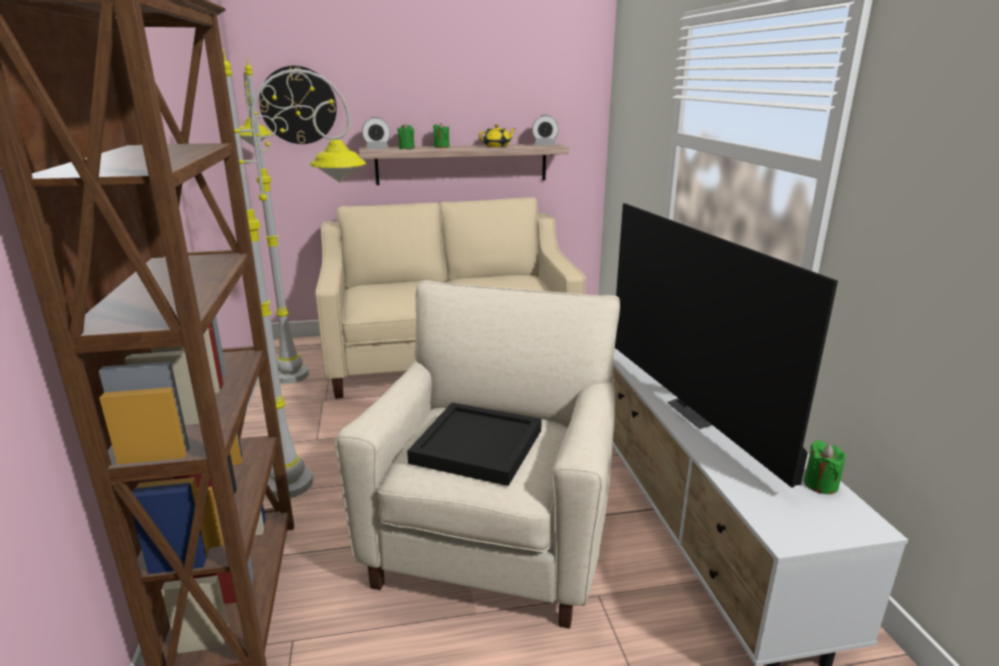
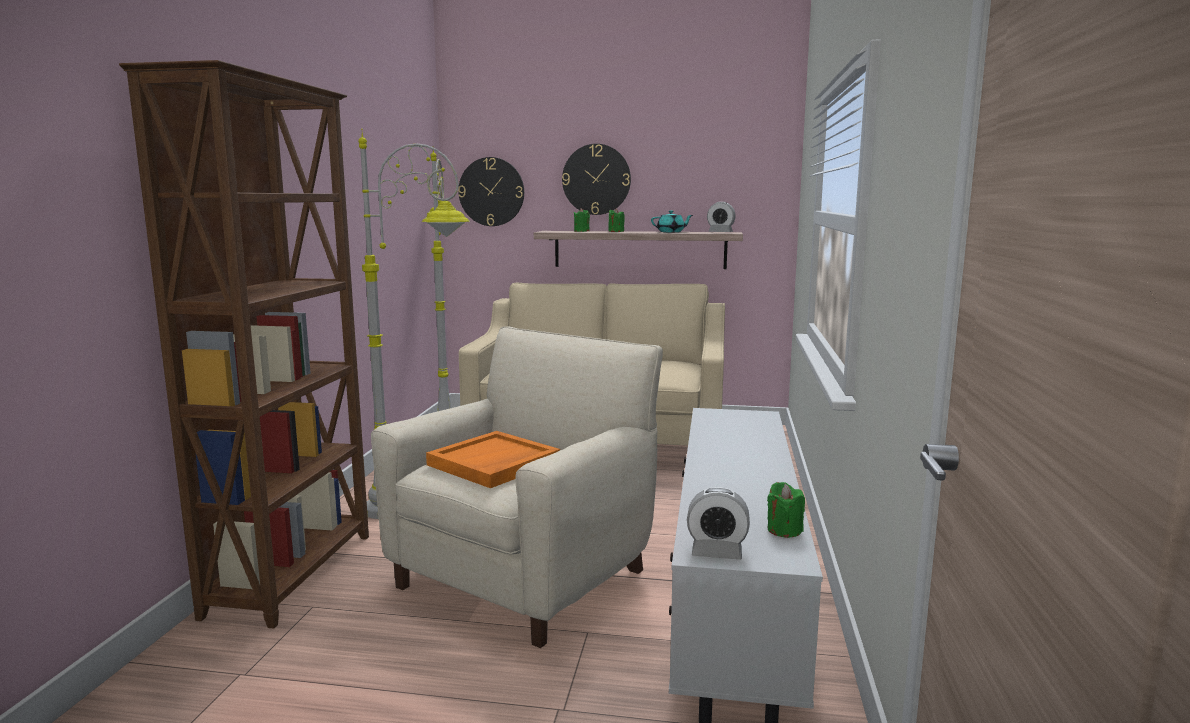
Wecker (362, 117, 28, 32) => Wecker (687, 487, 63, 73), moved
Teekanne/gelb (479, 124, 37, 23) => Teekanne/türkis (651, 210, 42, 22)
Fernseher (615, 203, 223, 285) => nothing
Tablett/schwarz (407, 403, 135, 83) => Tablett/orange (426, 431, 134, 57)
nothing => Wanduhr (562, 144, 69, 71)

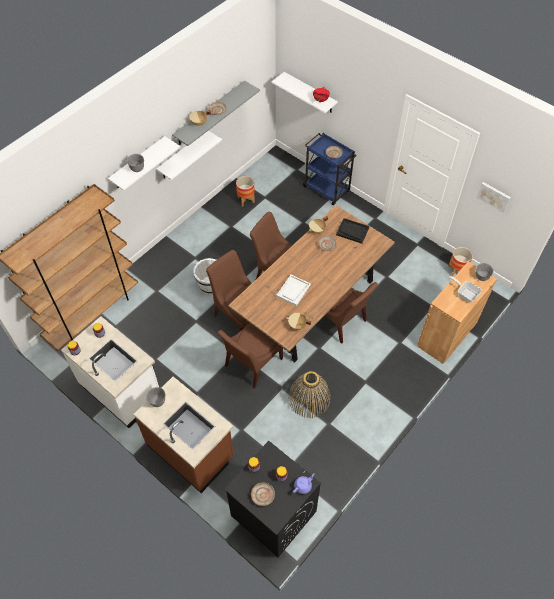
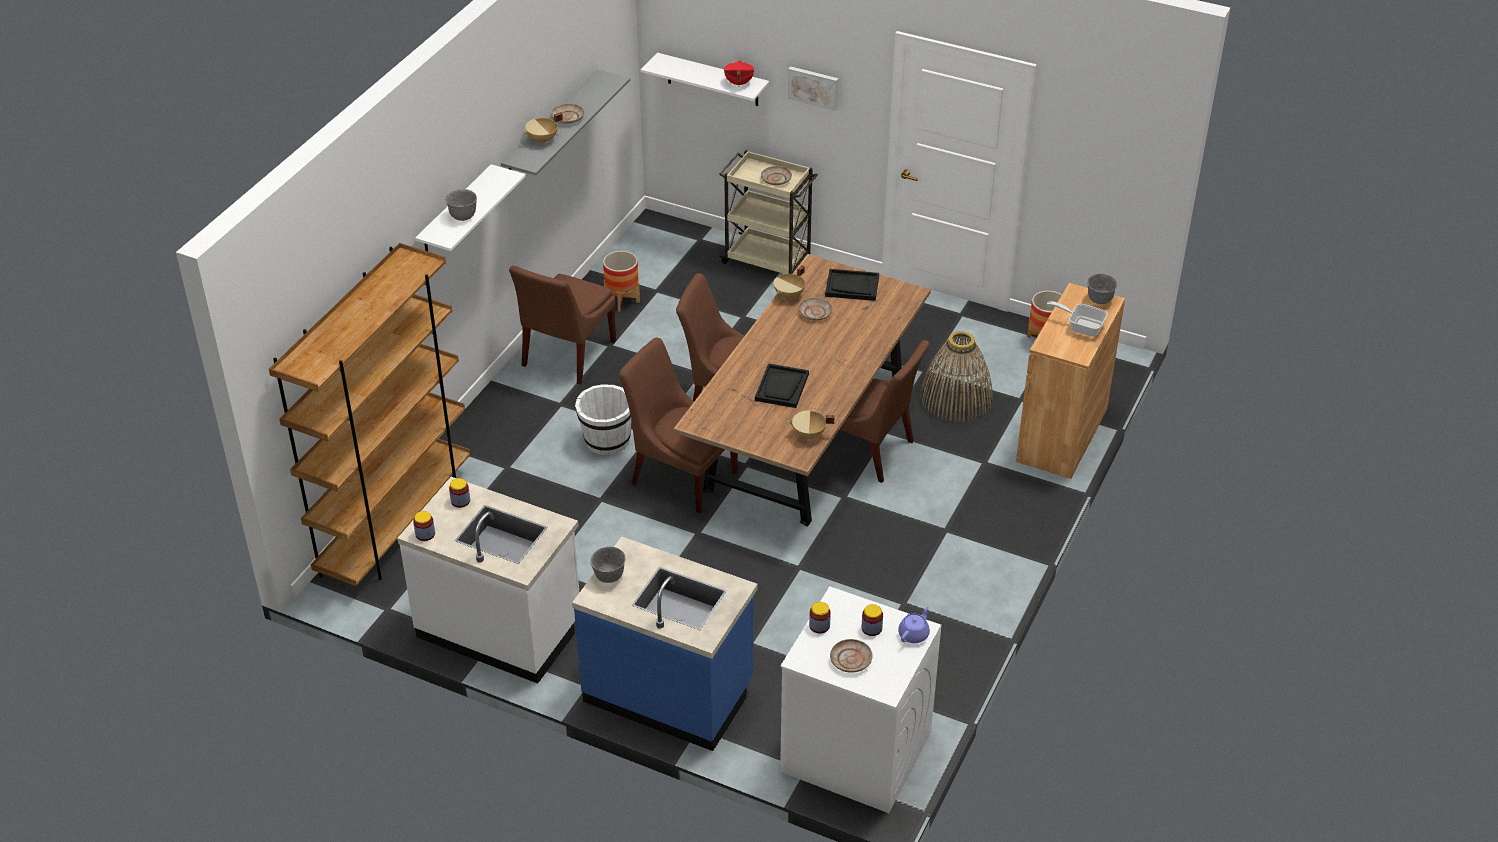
Wandregal/weiß (156, 131, 66, 49) => nothing
Rollwagen/blau (302, 133, 55, 72) => Rollwagen/beige (719, 150, 99, 124)
Bild (477, 182, 34, 31) => Bild (788, 66, 50, 45), moved
Tablett/weiß (276, 275, 35, 31) => Tablett/schwarz (755, 363, 54, 45)
Stuhl/braun (217, 323, 66, 66) => Stuhl/braun (509, 266, 107, 118), moved
Korb (288, 371, 43, 47) => Korb (920, 331, 73, 91), moved
Küchenzeile/braun (133, 376, 101, 117) => Küchenzeile/blau (572, 537, 186, 214)
Waschmaschine/schwarz (224, 441, 97, 116) => Waschmaschine/weiß (780, 587, 161, 226)

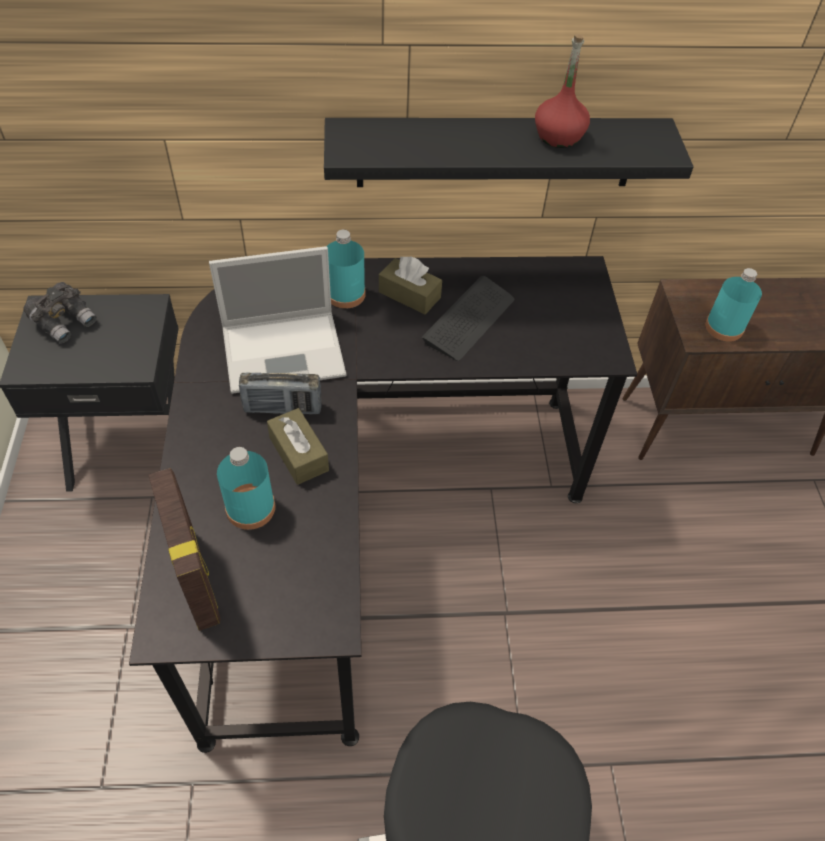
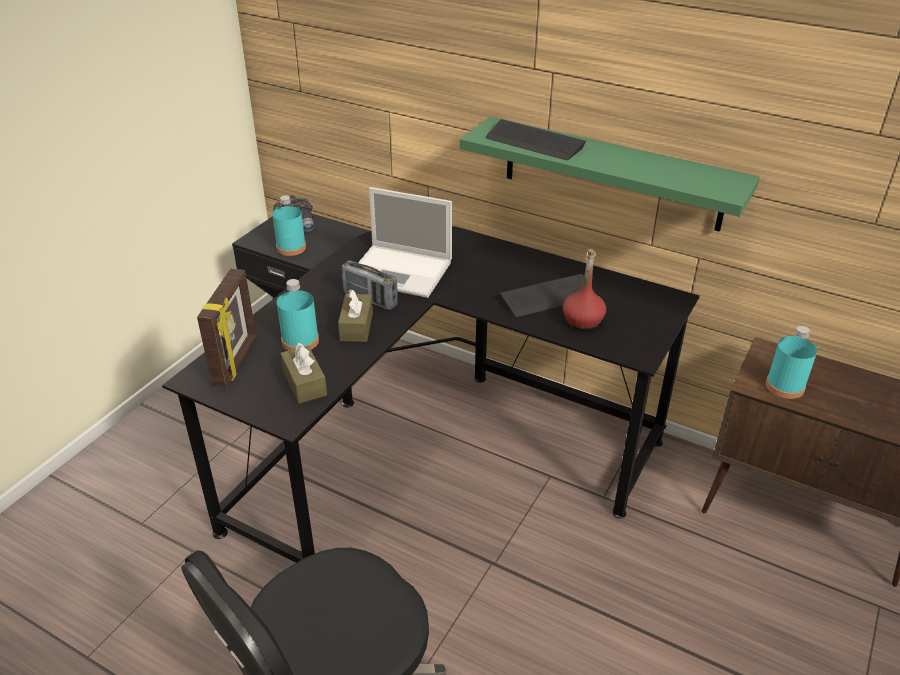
Flasche/rot (535, 34, 55, 114) => Flasche/rot (563, 249, 43, 81), moved
Wandregal/schwarz (324, 118, 370, 69) => Wandregal/grün (460, 117, 300, 115)
Flasche/türkis (327, 230, 38, 79) => Flasche/türkis (272, 195, 34, 61), moved
Taschentuchbox/braun (379, 257, 63, 57) => Taschentuchbox/braun (280, 343, 47, 60), moved
nothing => Tastatur (486, 119, 100, 41)

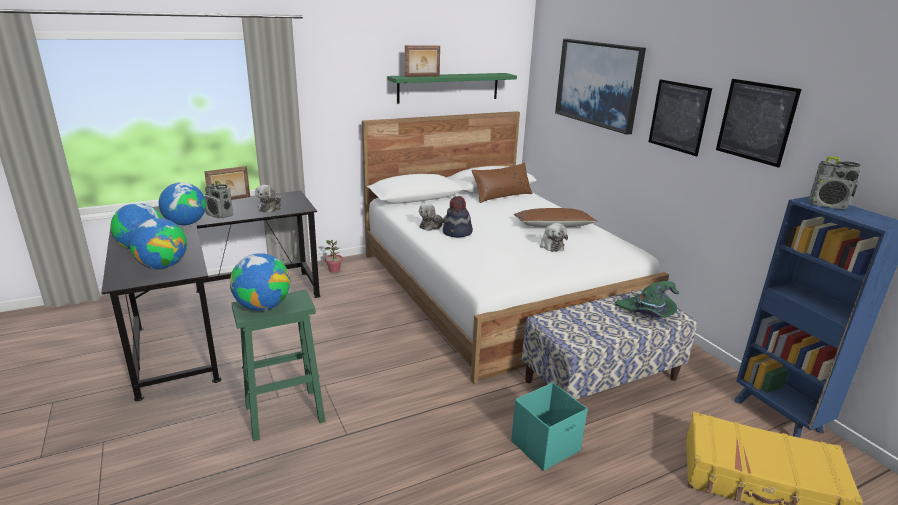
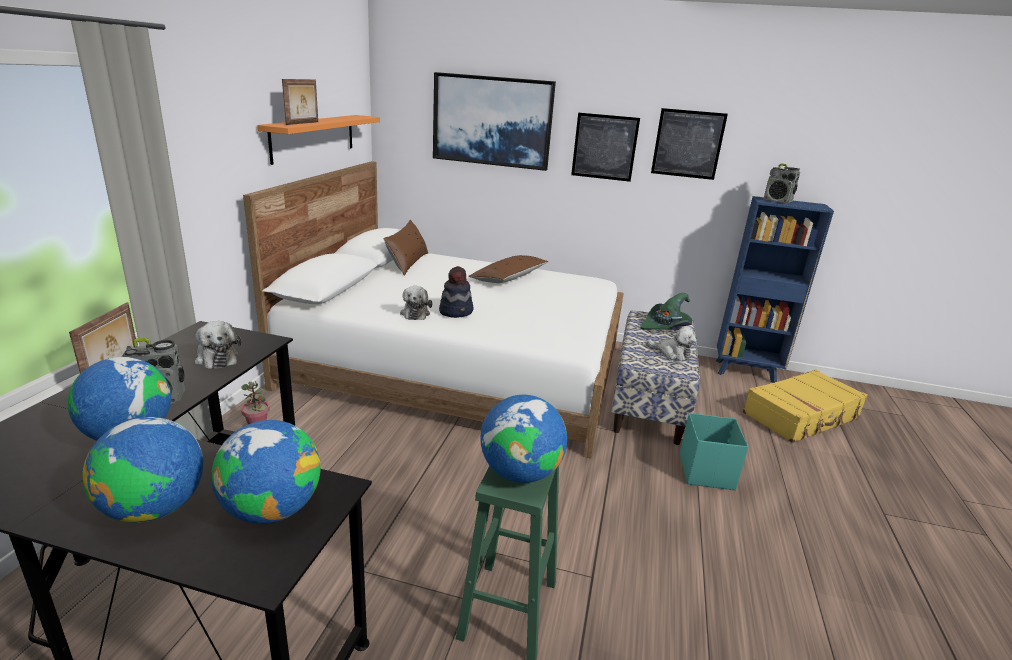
Wandregal/grün (387, 73, 130, 31) => Wandregal/orange (257, 115, 123, 50)
Radio (809, 156, 52, 54) => Radio (764, 163, 36, 41), 60 degrees clockwise
Plüschtier (540, 223, 28, 29) => Plüschtier (647, 326, 50, 35), moved

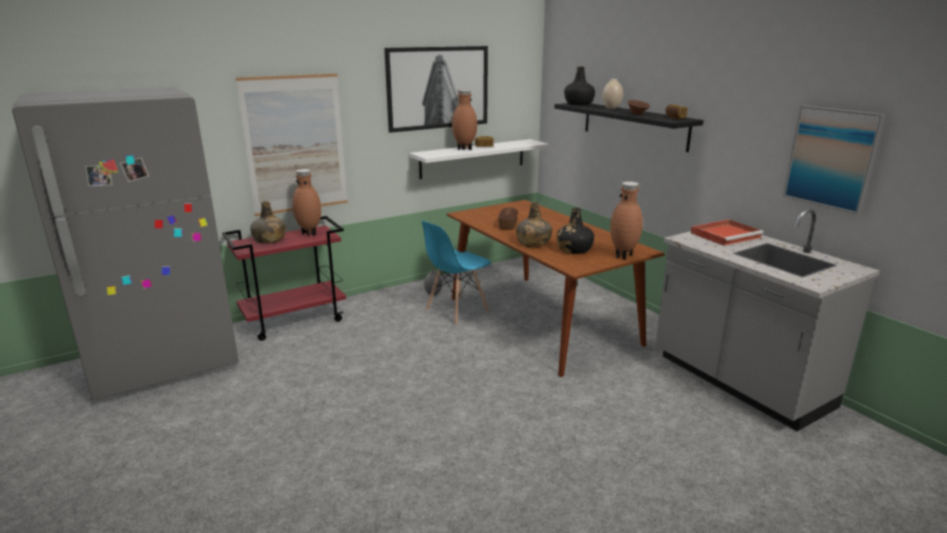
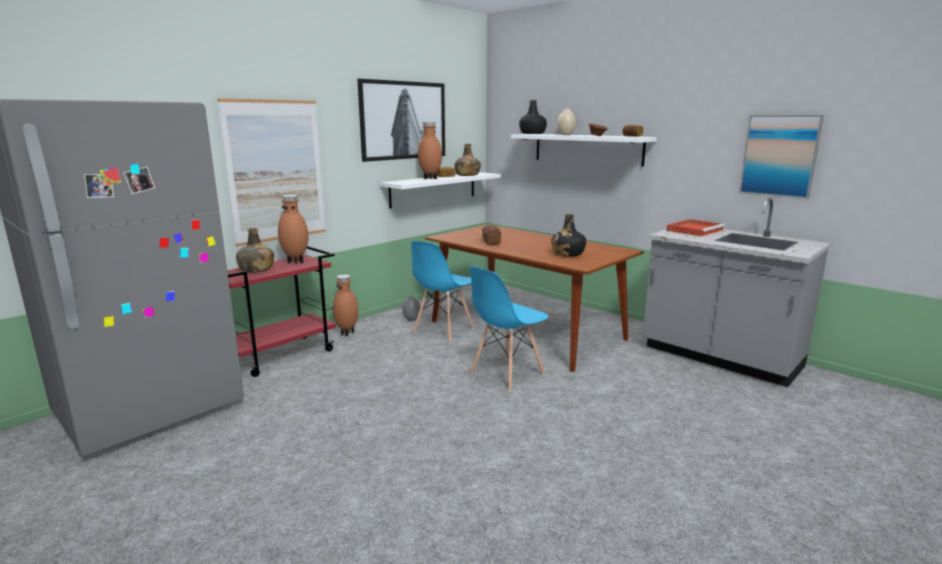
Wandregal/schwarz (554, 103, 149, 49) => Wandregal/weiß (511, 134, 146, 33)
Vase/braun (610, 181, 33, 79) => Vase/braun (333, 274, 25, 62), moved
Flasche/grün (516, 202, 36, 45) => Flasche/grün (455, 144, 26, 32), moved
nothing => Stuhl/blau (470, 266, 79, 126)

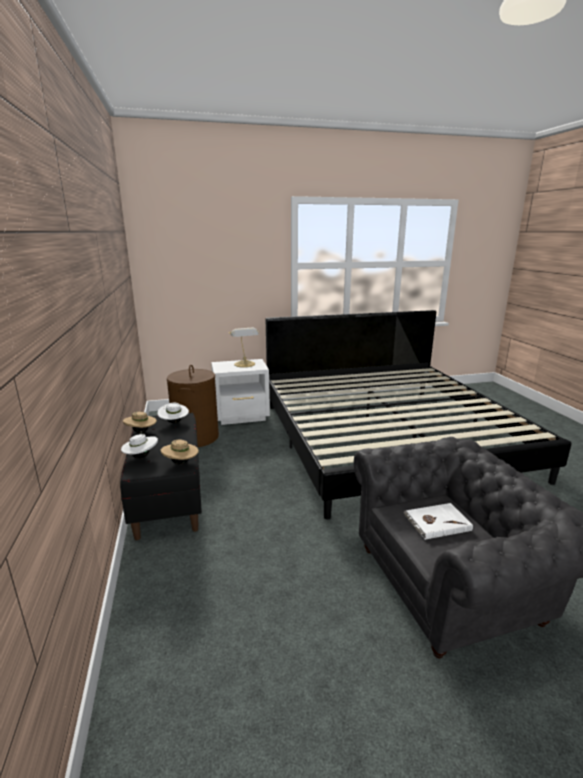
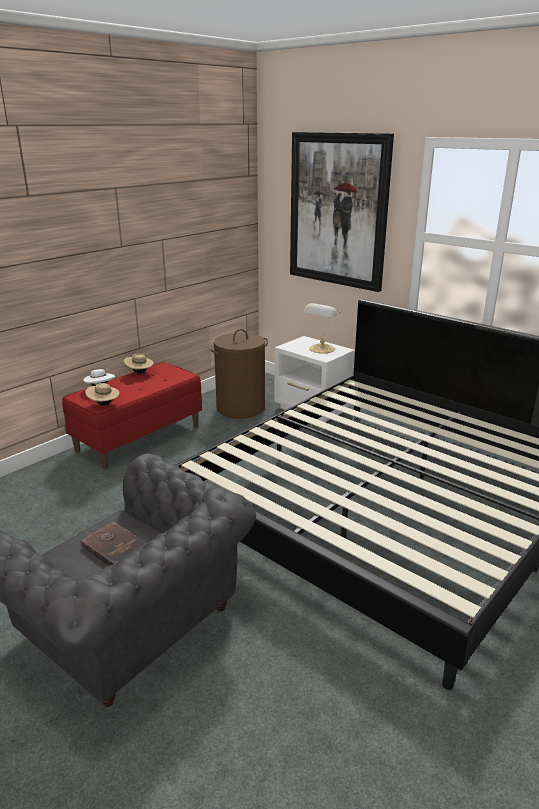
Hut/weiß (158, 403, 31, 20) => nothing
Bank/schwarz (120, 413, 82, 127) => Bank/rot (62, 362, 140, 107)
Buch/weiß (403, 503, 70, 37) => Buch/braun (81, 522, 66, 44)
nothing => Bild (290, 132, 104, 160)

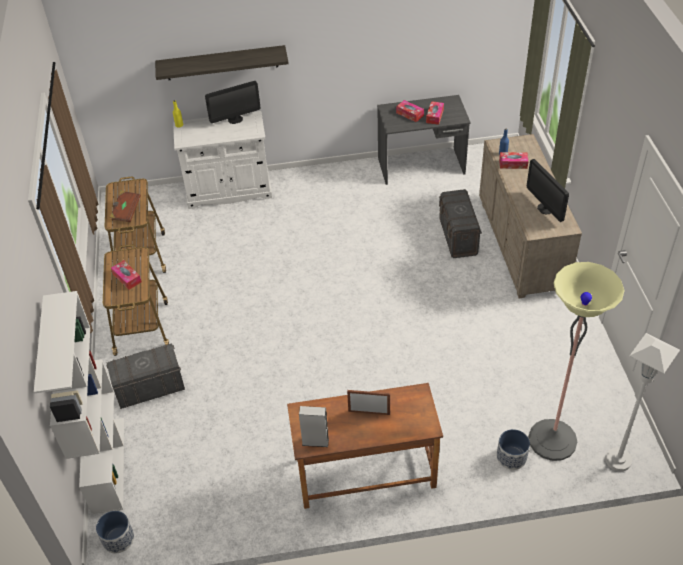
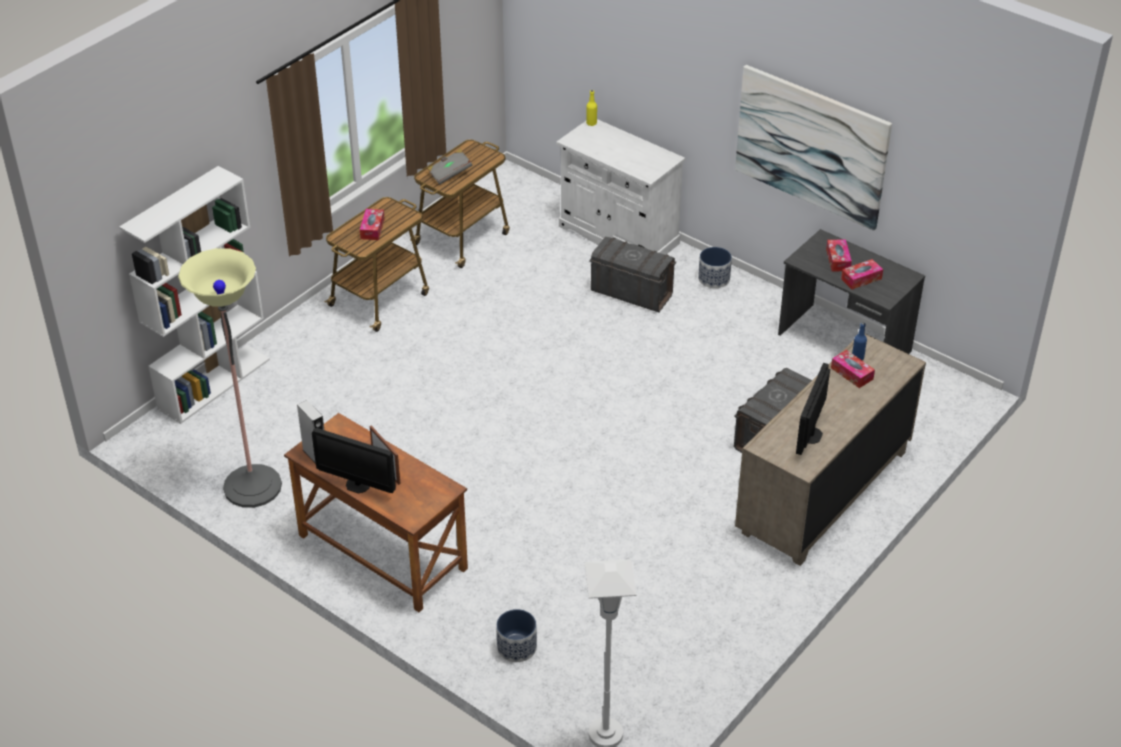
Wandregal (155, 45, 134, 35) => nothing
Monitor (205, 81, 55, 43) => Monitor (312, 428, 84, 65), moved
Buch/braun (110, 191, 31, 31) => Buch/grau (427, 149, 45, 36)
Stehlampe (528, 262, 97, 199) => Stehlampe (178, 248, 104, 260), moved
Aufbewahrungsbox/grau (106, 343, 79, 66) => Aufbewahrungsbox/grau (589, 236, 87, 76), moved
Pflanzkübel (96, 511, 38, 42) => Pflanzkübel (698, 247, 34, 41), moved
nothing => Bild (735, 65, 157, 166)

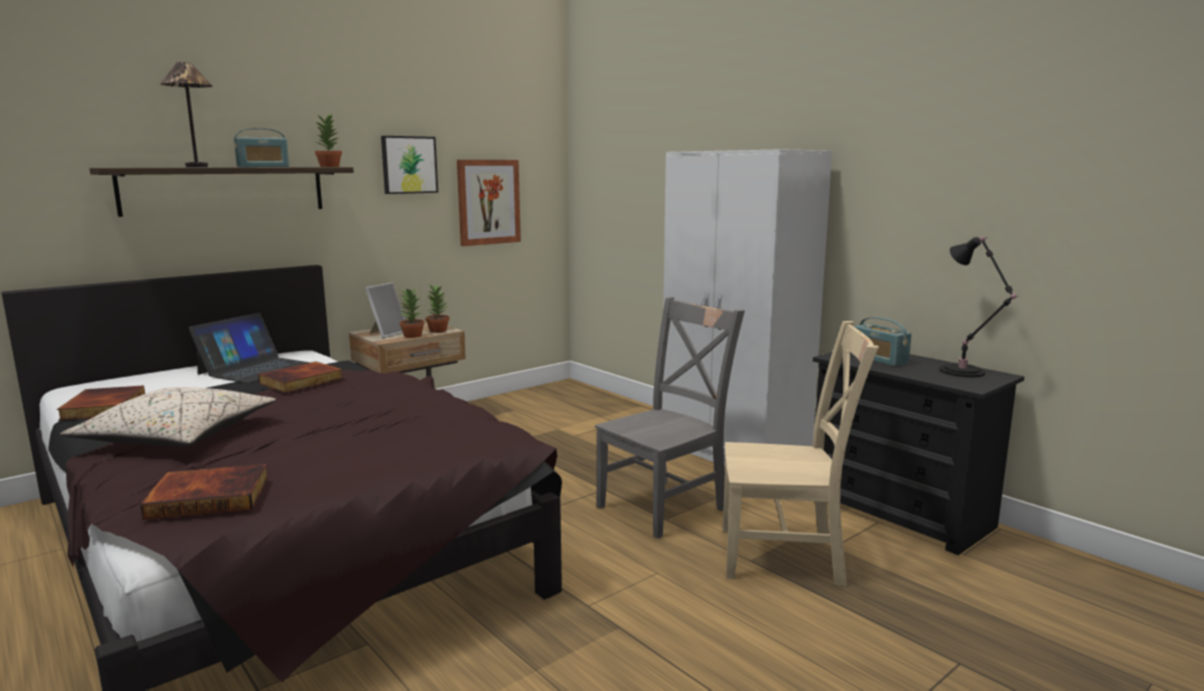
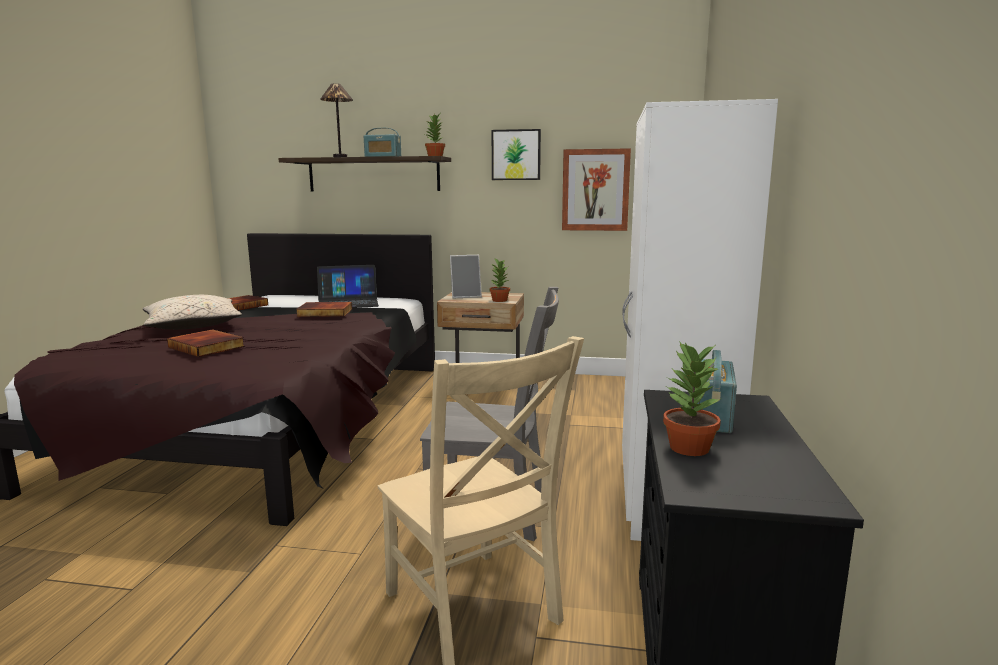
Tischlampe/schwarz (940, 236, 80, 141) => nothing
Topfpflanze (400, 288, 24, 50) => Topfpflanze (663, 341, 58, 115), moved
Buch (140, 464, 128, 56) => Buch (167, 329, 78, 28), moved

